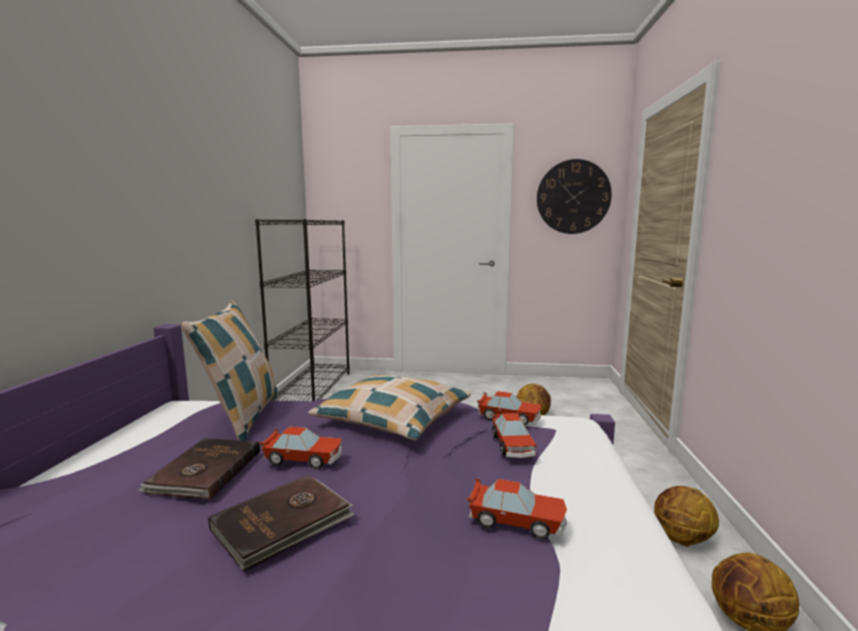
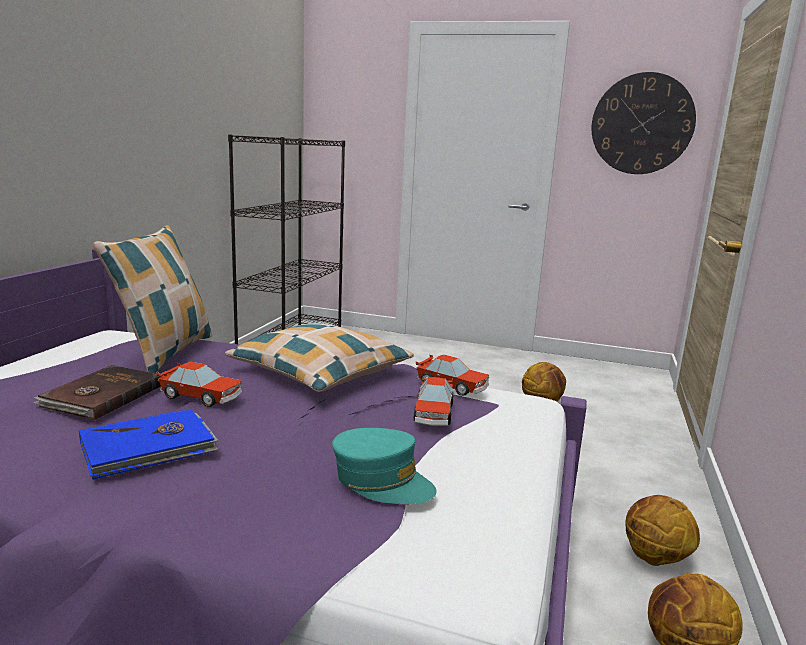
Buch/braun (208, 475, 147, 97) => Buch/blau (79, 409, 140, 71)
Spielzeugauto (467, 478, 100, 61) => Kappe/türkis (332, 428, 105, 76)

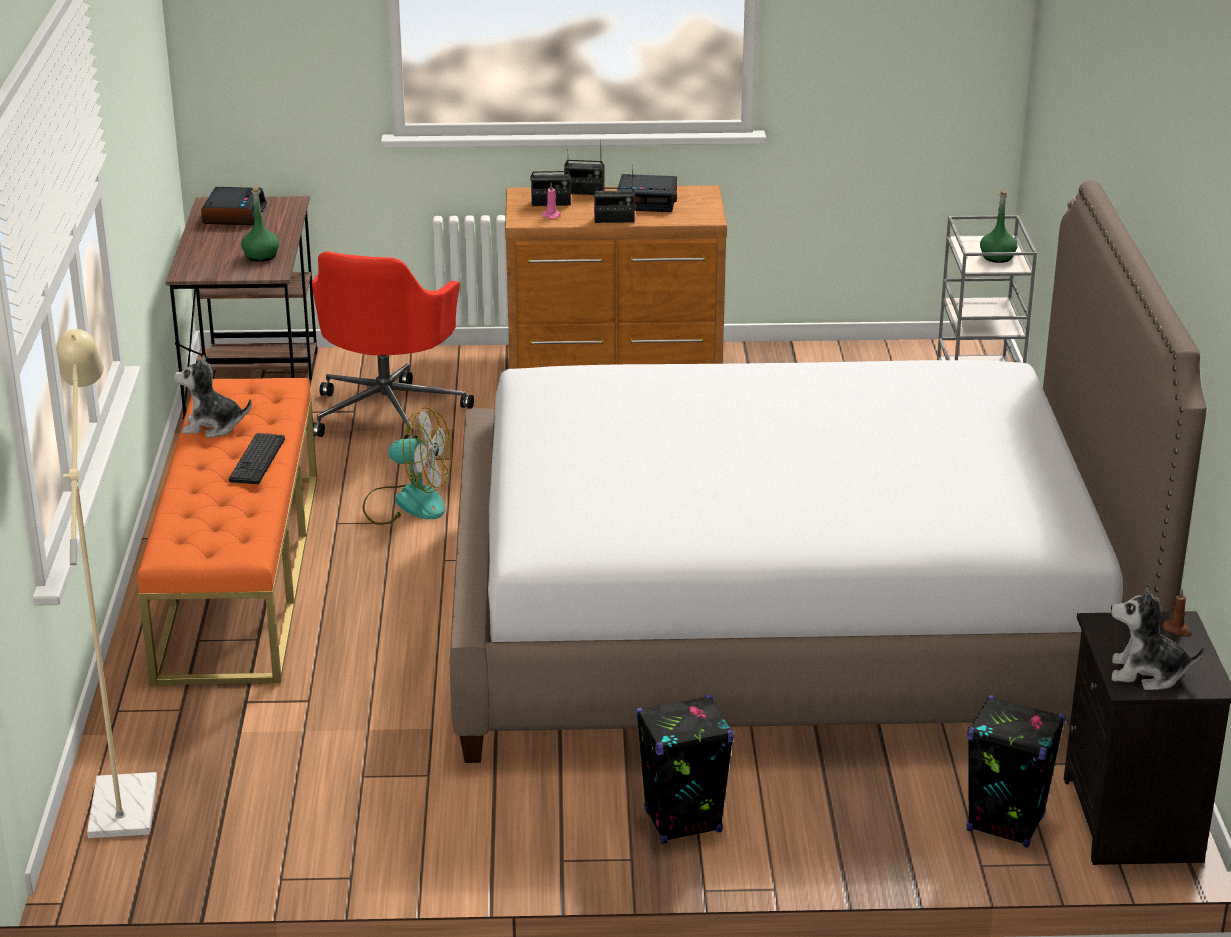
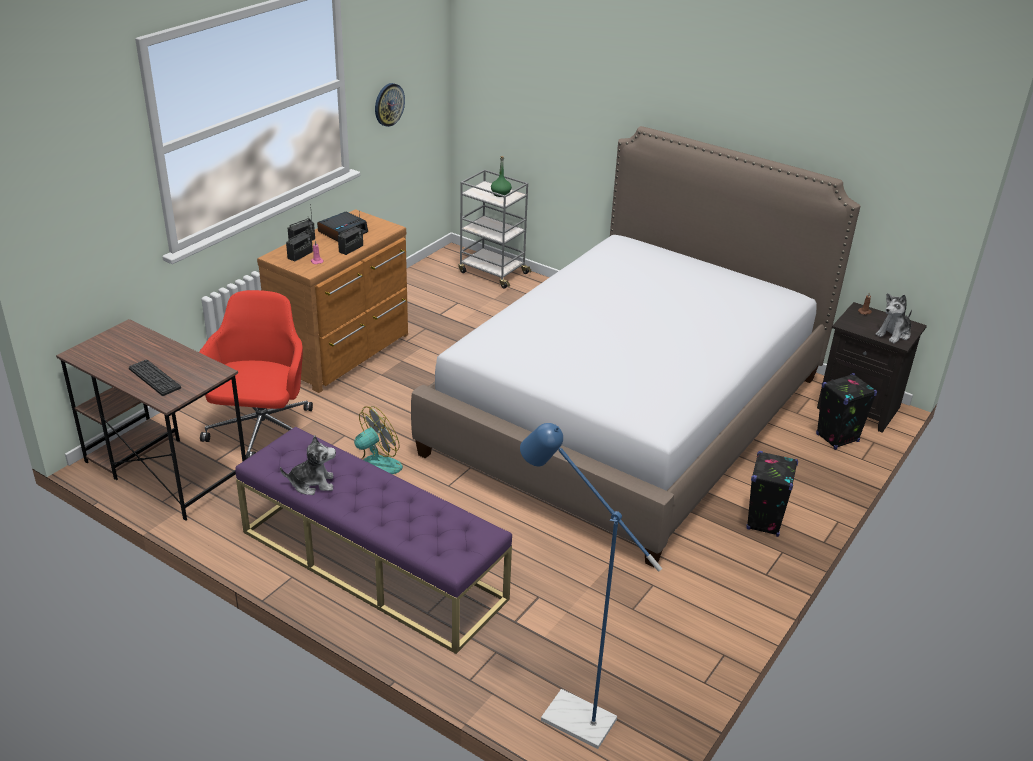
Wecker (201, 187, 66, 38) => nothing
Flasche/grün (241, 187, 38, 75) => nothing
Bürostuhl/rot (312, 251, 162, 188) => Bürostuhl/rot (199, 290, 114, 169), 135 degrees counterclockwise
Stehlampe/beige (56, 329, 101, 509) => Stehlampe/blau (520, 423, 142, 326)
Plüschtier (174, 355, 78, 83) => Plüschtier (280, 435, 56, 60), 135 degrees counterclockwise
Bank/orange (137, 378, 180, 307) => Bank/lila (235, 426, 277, 228)
Tastatur (229, 433, 56, 51) => Tastatur (129, 360, 52, 36), moved
nothing => Wanduhr (375, 83, 30, 44)

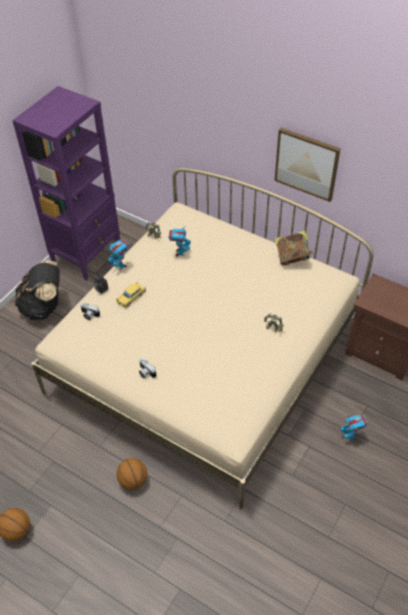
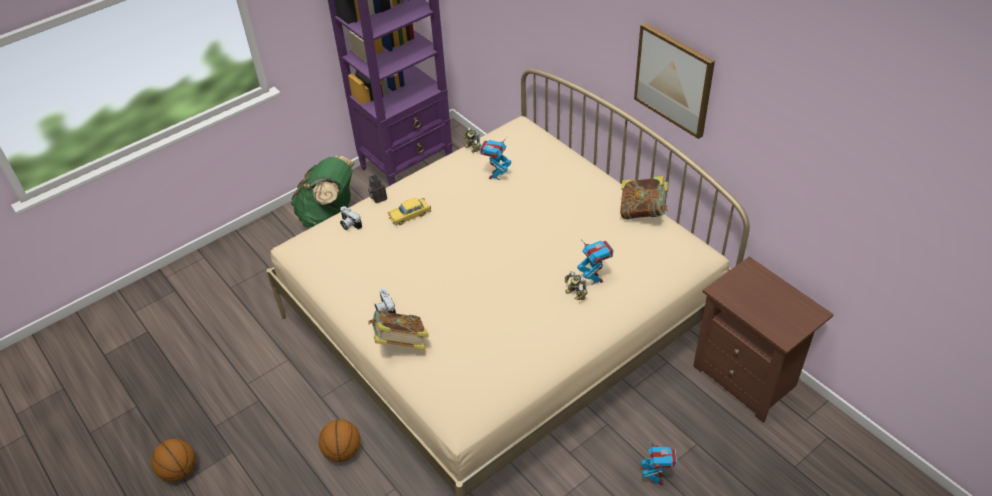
Spielzeugroboter (107, 239, 22, 31) => Spielzeugroboter (577, 241, 36, 44), moved
Rucksack/schwarz (15, 260, 45, 60) => Rucksack/grün (291, 156, 64, 72)
nothing => Buch (368, 311, 61, 39)

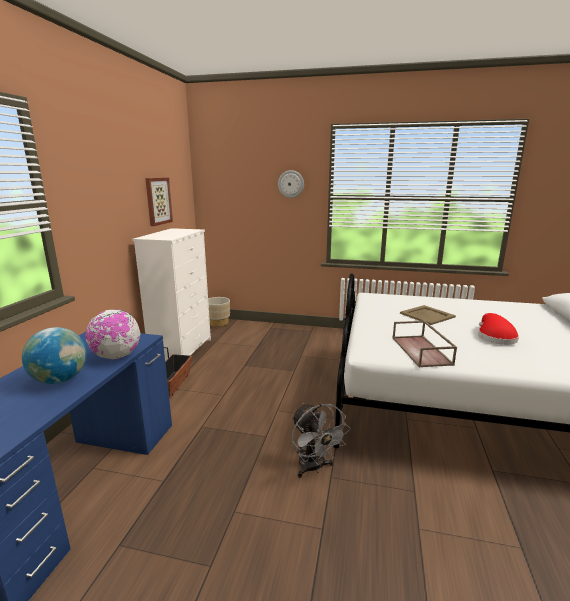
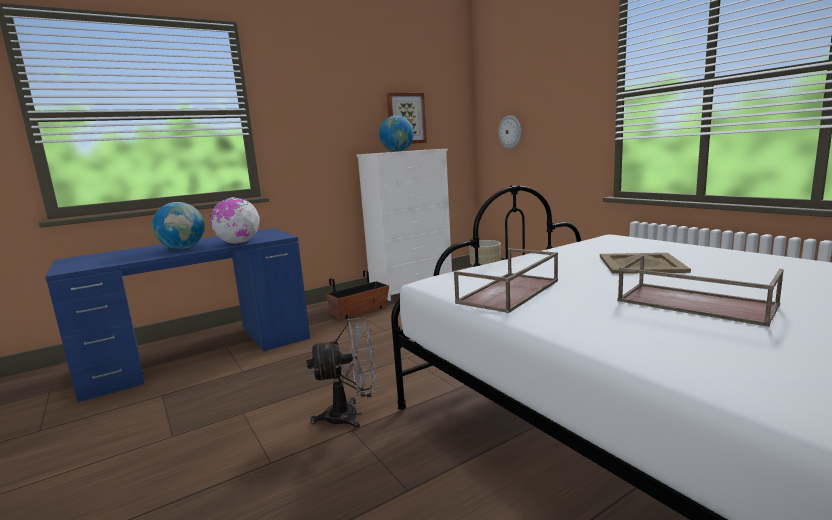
Wanduhr (278, 170, 26, 28) => Wanduhr (498, 115, 23, 34), moved
Hut/rot (478, 313, 41, 32) => Tablett/braun (617, 255, 167, 72)
Ventilator/grau (291, 403, 60, 75) => Ventilator/grau (306, 317, 71, 113), 120 degrees counterclockwise
nothing => Globus (379, 116, 35, 36)

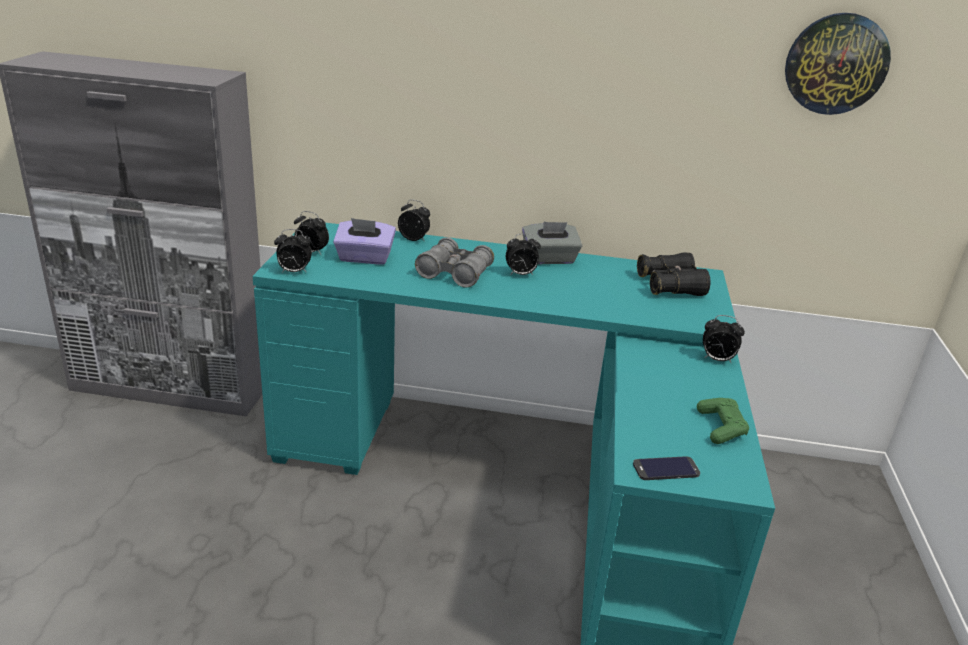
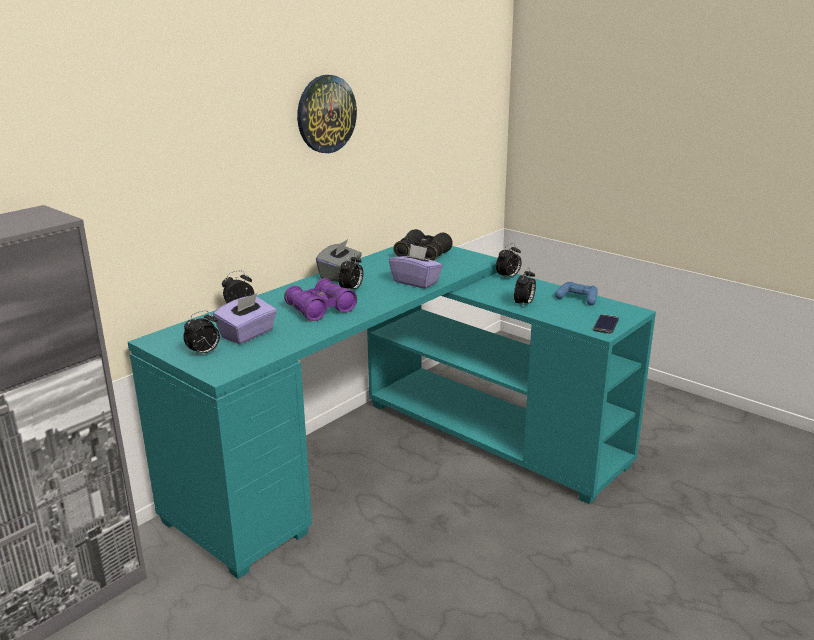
Wanduhr (785, 13, 106, 102) => Wanduhr (297, 75, 60, 78), moved
Wecker (274, 229, 38, 44) => Wecker (514, 267, 22, 41), moved
Fernglas/grau (415, 237, 79, 51) => Fernglas/lila (284, 278, 73, 43)
Gamepad/grün (697, 398, 52, 46) => Gamepad/blau (555, 282, 43, 23)
nothing => Taschentuchbox/lila (389, 244, 54, 45)

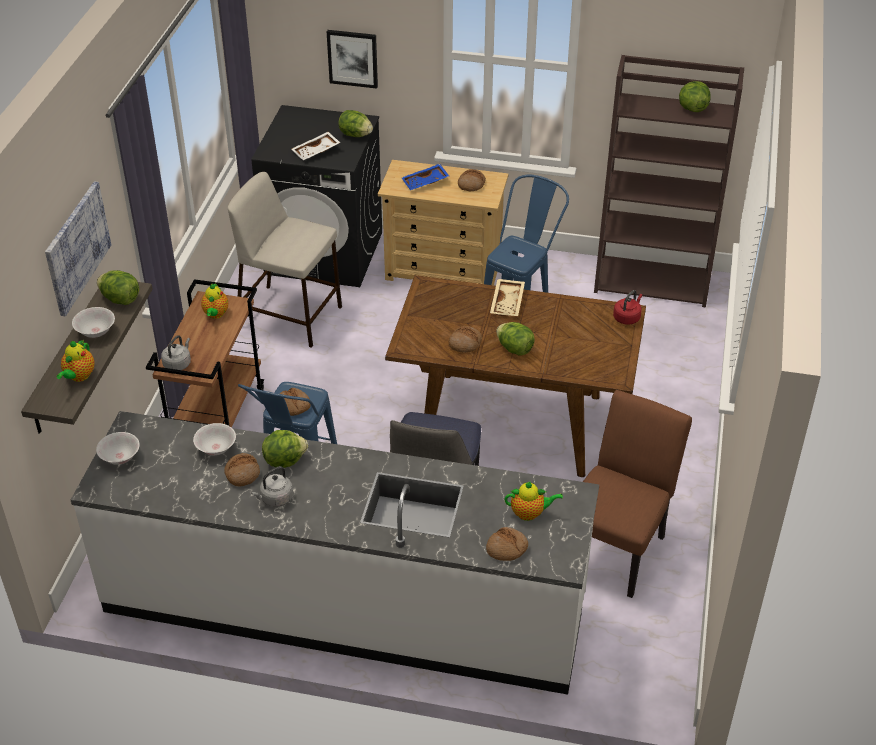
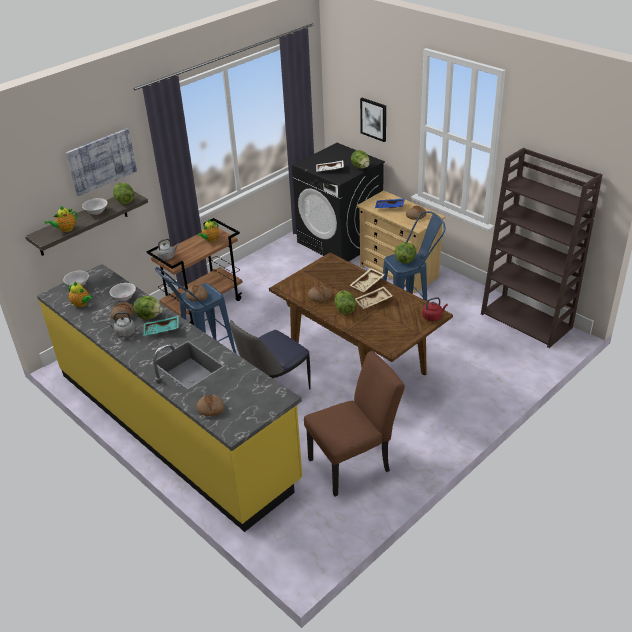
Salatkopf (679, 81, 32, 31) => Salatkopf (394, 242, 22, 22), moved
Hocker/beige (228, 172, 114, 176) => nothing
Küchenzeile/weiß (71, 411, 528, 284) => Küchenzeile/gelb (37, 264, 265, 268)
Teekanne (505, 482, 58, 39) => Teekanne (68, 282, 25, 25), moved
nothing => Tablett/beige (355, 286, 38, 23)
nothing => Tablett/türkis (143, 316, 36, 20)

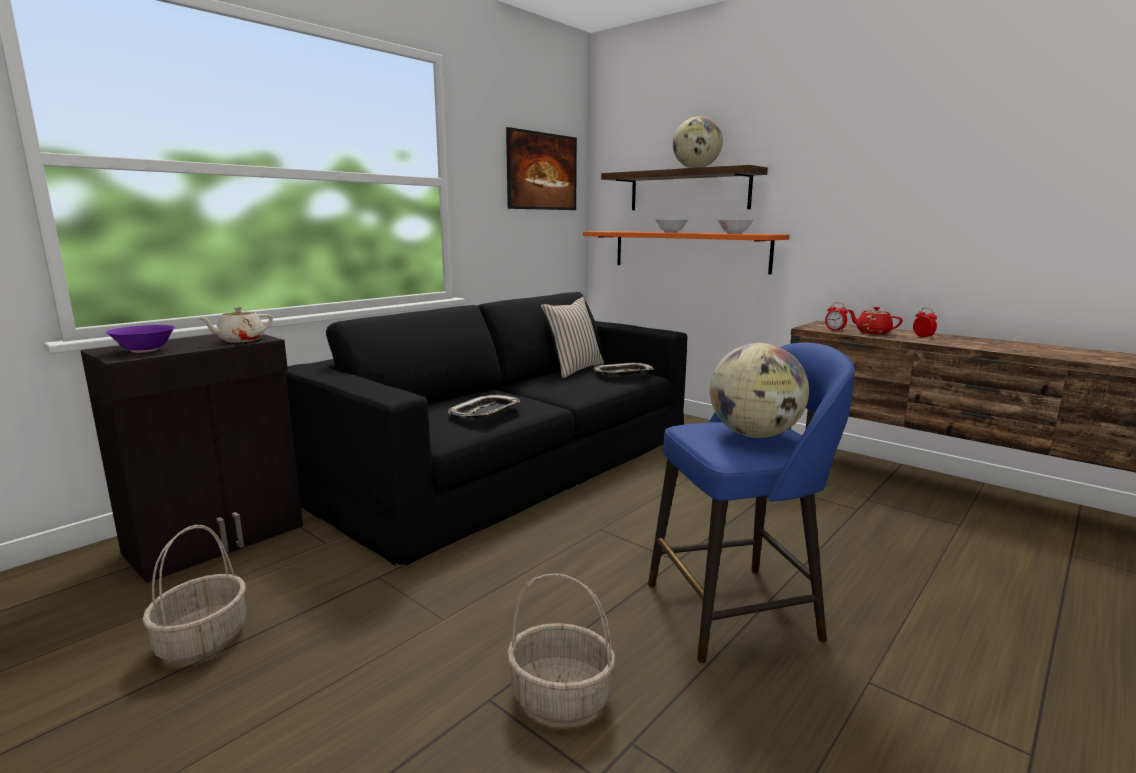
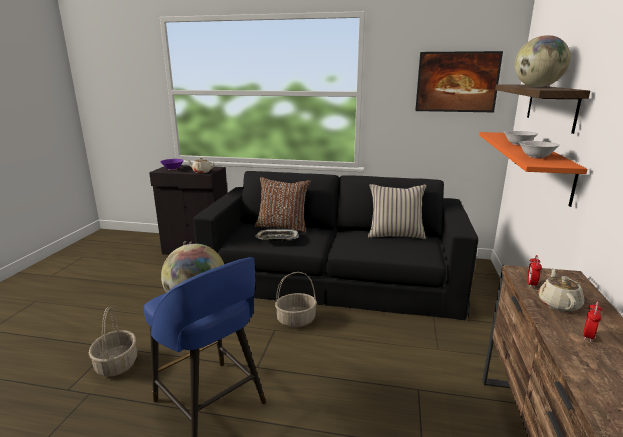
Teekanne/rot (848, 307, 55, 27) => Teekanne/beige (538, 268, 46, 44)
Tablett (593, 363, 61, 13) => nothing
Korb (142, 525, 104, 137) => Korb (275, 272, 42, 56), moved
nothing => Kissen/braun (255, 177, 56, 56)

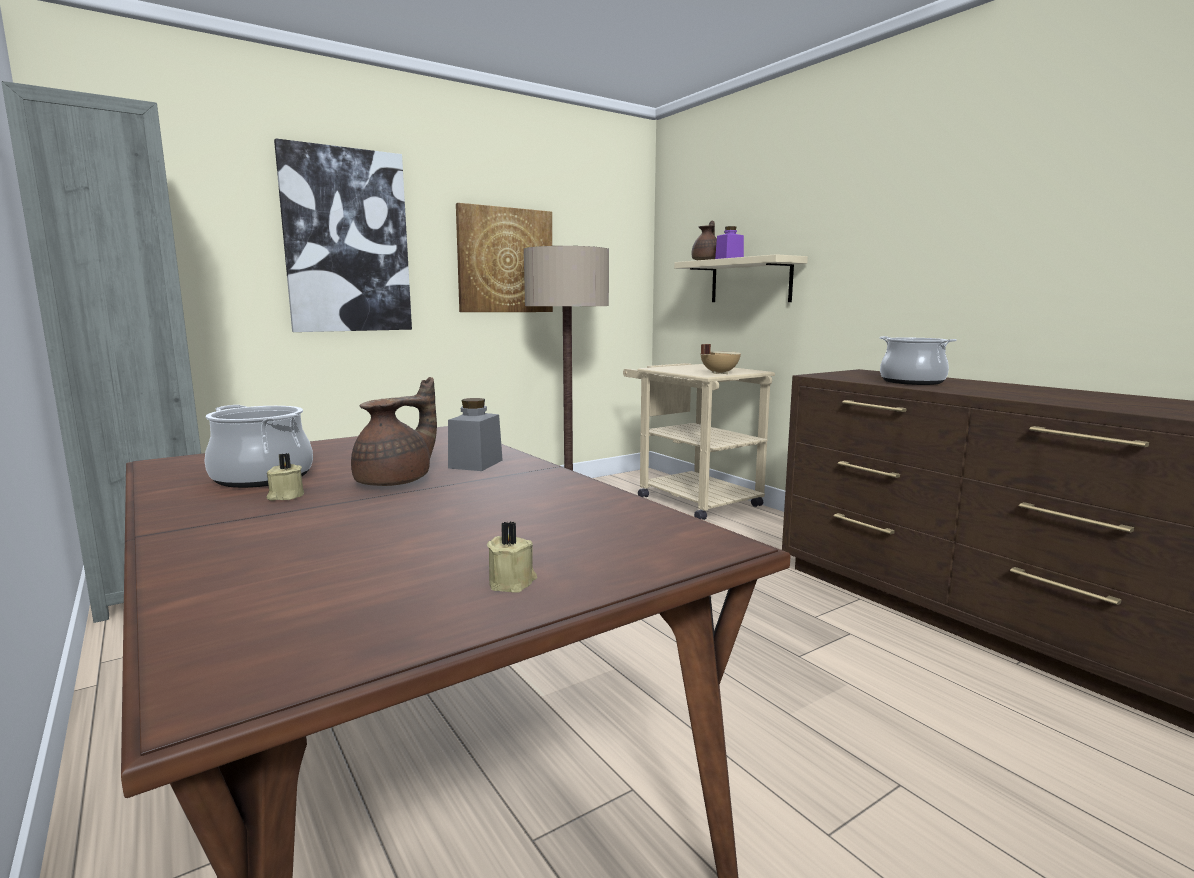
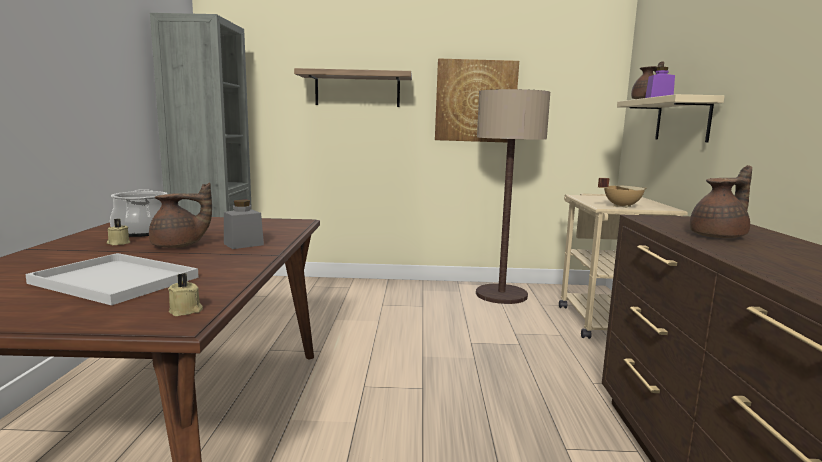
Bild (274, 138, 138, 194) => Wandregal (294, 68, 118, 39)
Kochtopf (879, 336, 78, 49) => Teekanne/braun (690, 165, 62, 73)
Kerze/beige (487, 521, 50, 71) => Kerze/beige (168, 273, 35, 43), moved
nothing => Tablett/weiß (25, 253, 174, 52)

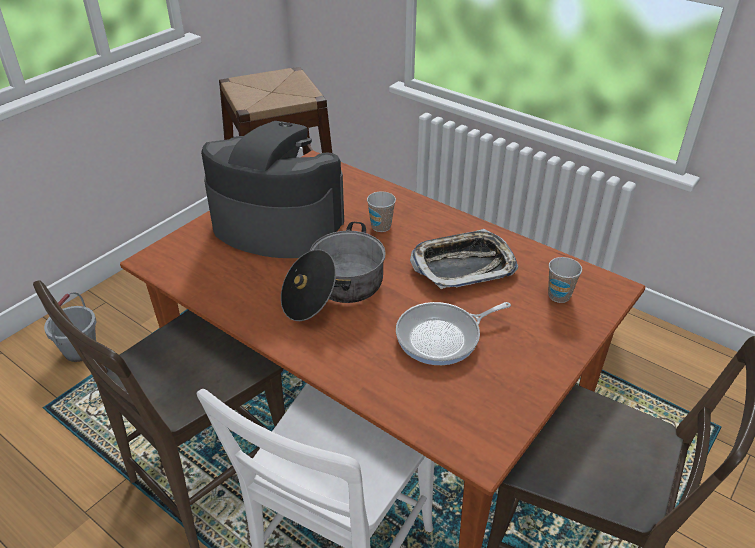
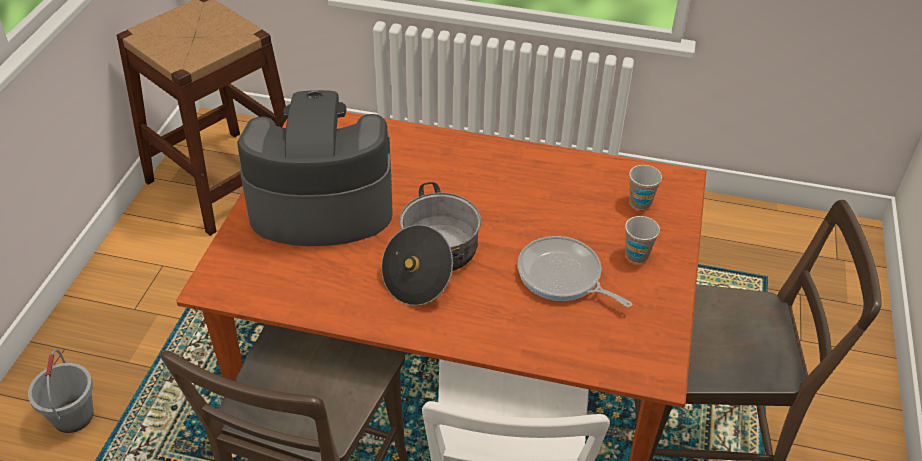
Tasse (367, 191, 29, 41) => Tasse (625, 216, 35, 47), moved
Tablett (410, 229, 108, 60) => nothing
Pfanne (396, 302, 115, 63) => Pfanne (517, 236, 115, 71), 90 degrees clockwise

